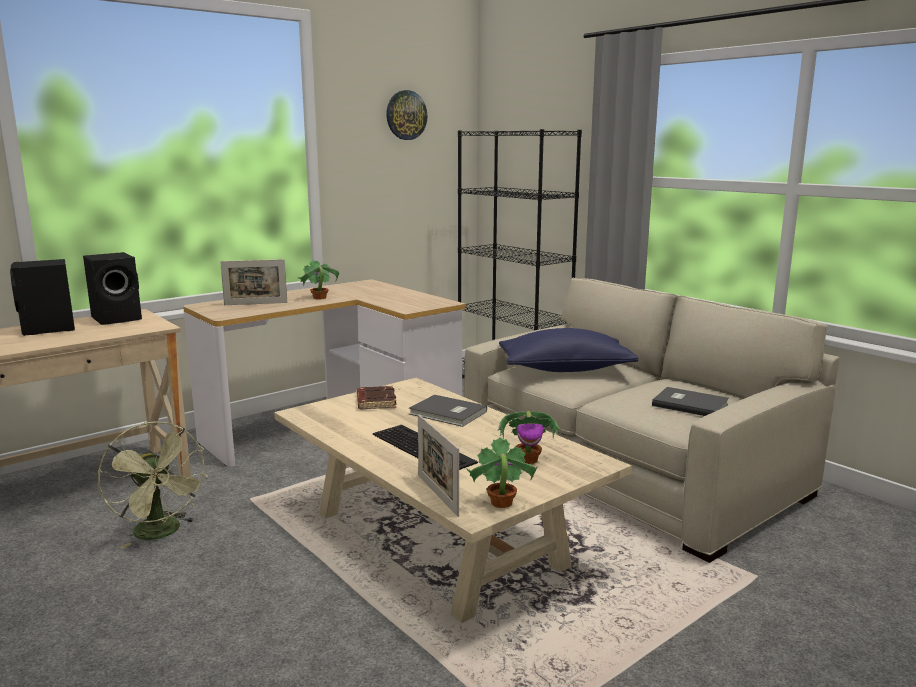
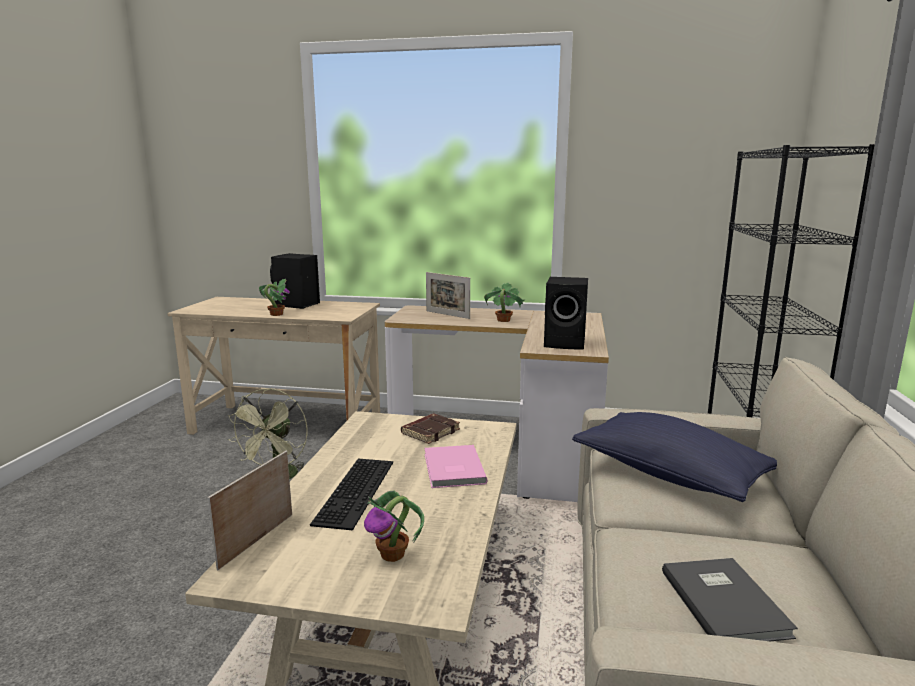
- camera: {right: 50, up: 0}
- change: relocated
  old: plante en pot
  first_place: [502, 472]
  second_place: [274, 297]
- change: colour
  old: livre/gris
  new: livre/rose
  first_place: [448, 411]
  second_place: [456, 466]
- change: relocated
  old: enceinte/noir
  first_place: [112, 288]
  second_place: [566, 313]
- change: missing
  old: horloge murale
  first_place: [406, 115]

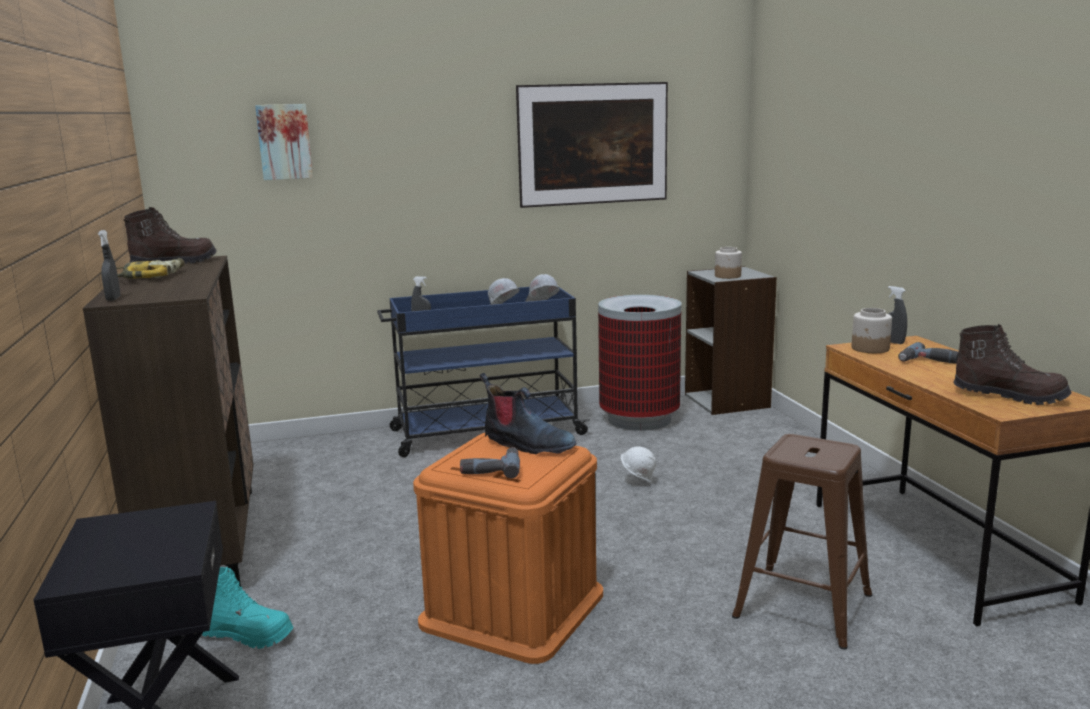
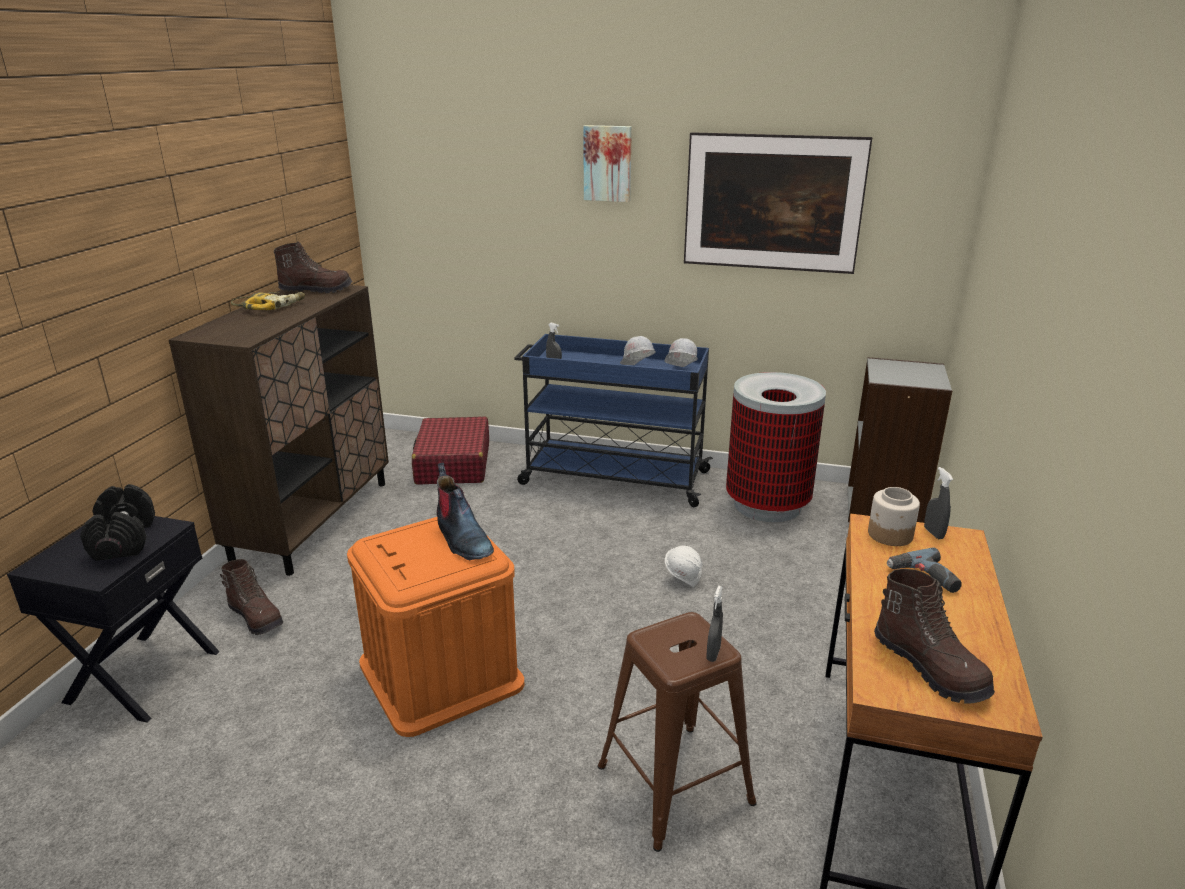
- camera: {right: 30, up: 10}
- change: appeared
  new: haltère/noir
  second_place: [117, 522]
- change: colour
  old: botte/turquoise
  new: botte/marron
  first_place: [247, 608]
  second_place: [251, 597]
- change: appeared
  new: valise/rouge
  second_place: [450, 450]
- change: relocated
  old: tableau
  first_place: [284, 142]
  second_place: [607, 163]
- change: relocated
  old: vaporisateur/gris
  first_place: [109, 265]
  second_place: [714, 624]
- change: missing
  old: perceuse
  first_place: [490, 462]
- change: missing
  old: bocal
  first_place: [728, 263]

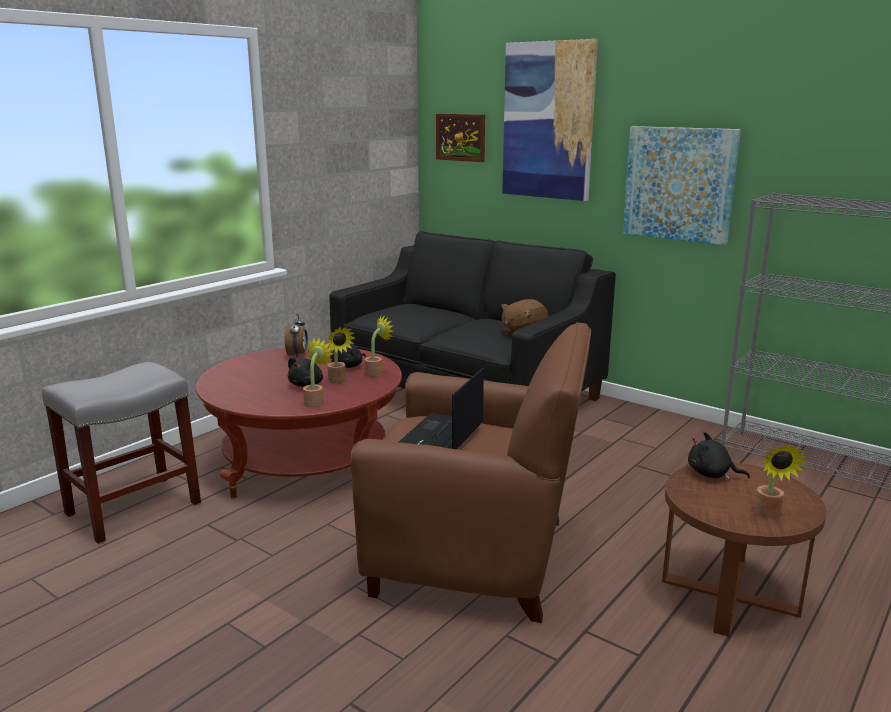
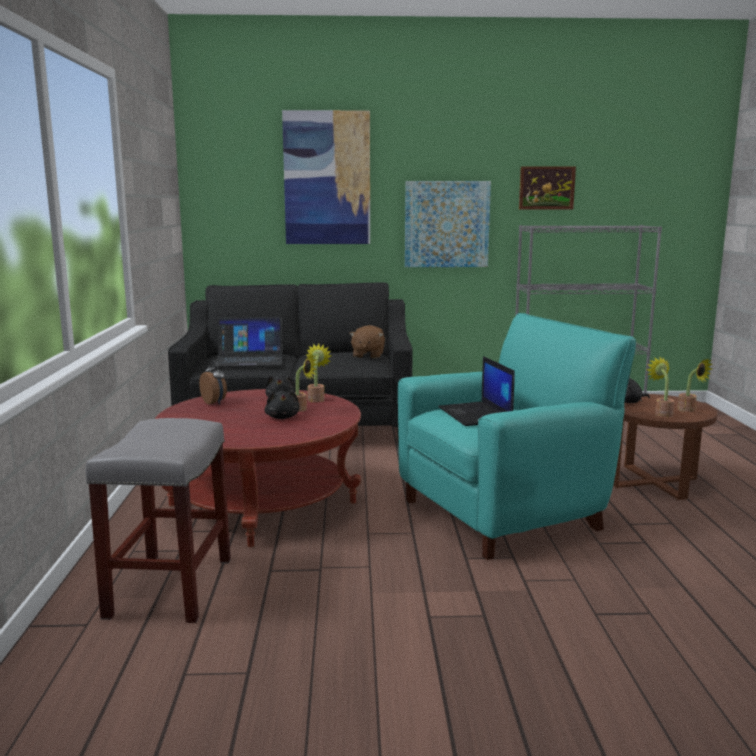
- camera: {right: -40, up: -5}
- change: appeared
  new: ordinateur portable
  second_place: [248, 342]
- change: colour
  old: fauteuil/marron
  new: fauteuil/turquoise
  first_place: [470, 472]
  second_place: [517, 436]
- change: relocated
  old: tableau
  first_place: [460, 138]
  second_place: [547, 188]
- change: relocated
  old: plante en pot
  first_place: [318, 373]
  second_place: [660, 386]

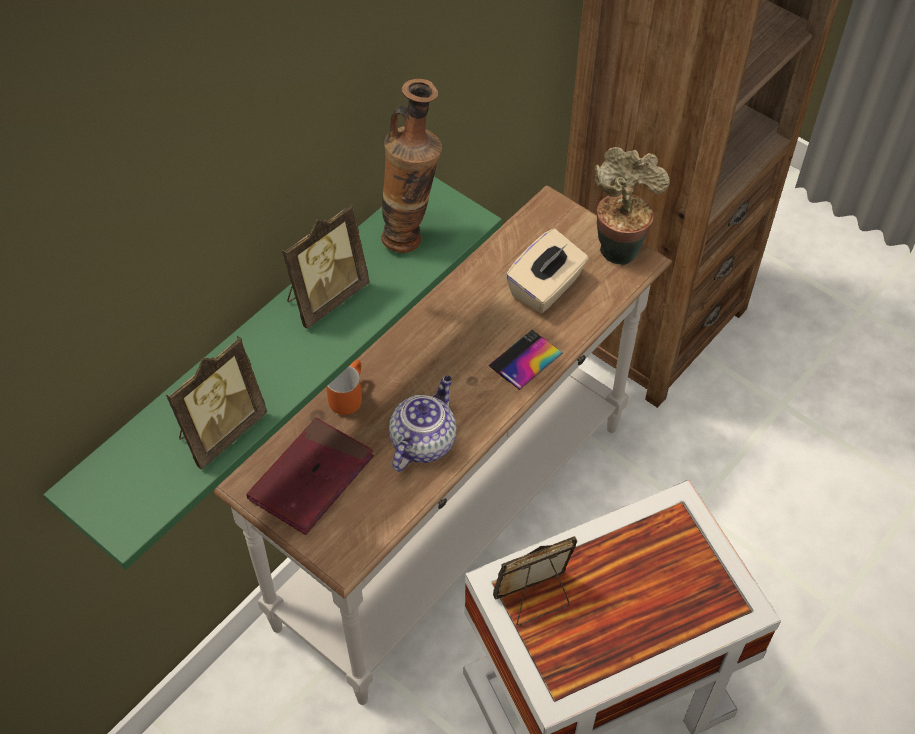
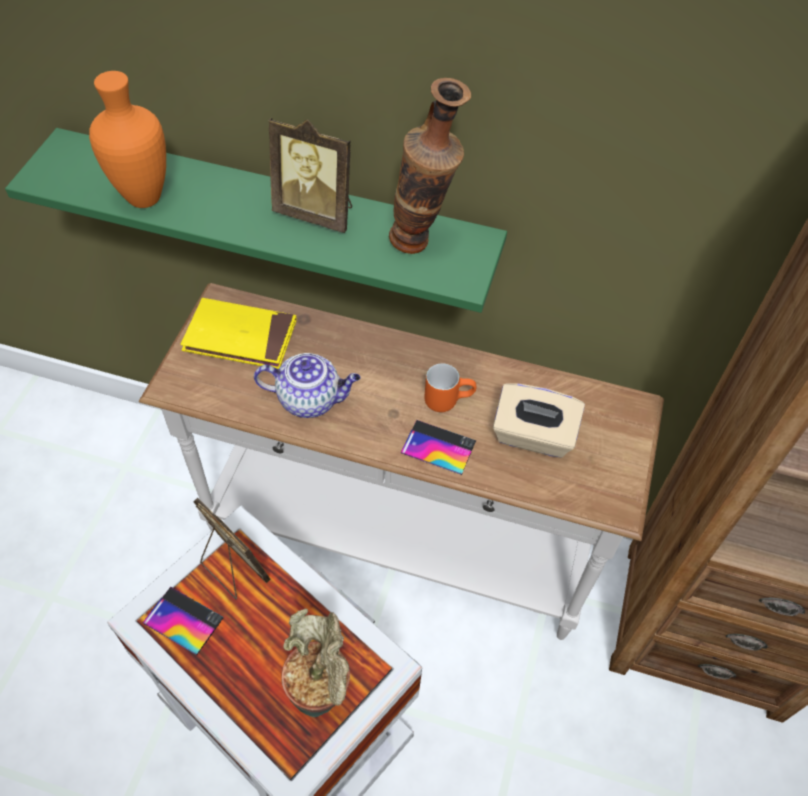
- camera: {right: 65, up: 0}
- change: exchanged
  old: cadre photo
  new: vase/orange
  first_place: [216, 403]
  second_place: [127, 139]
- change: appeared
  new: téléphone
  second_place: [183, 621]
- change: colour
  old: livre/rouge
  new: livre/jaune
  first_place: [310, 476]
  second_place: [239, 333]
- change: relocated
  old: plante en pot
  first_place: [632, 206]
  second_place: [315, 662]
- change: relocated
  old: mug/orange
  first_place: [344, 387]
  second_place: [450, 387]

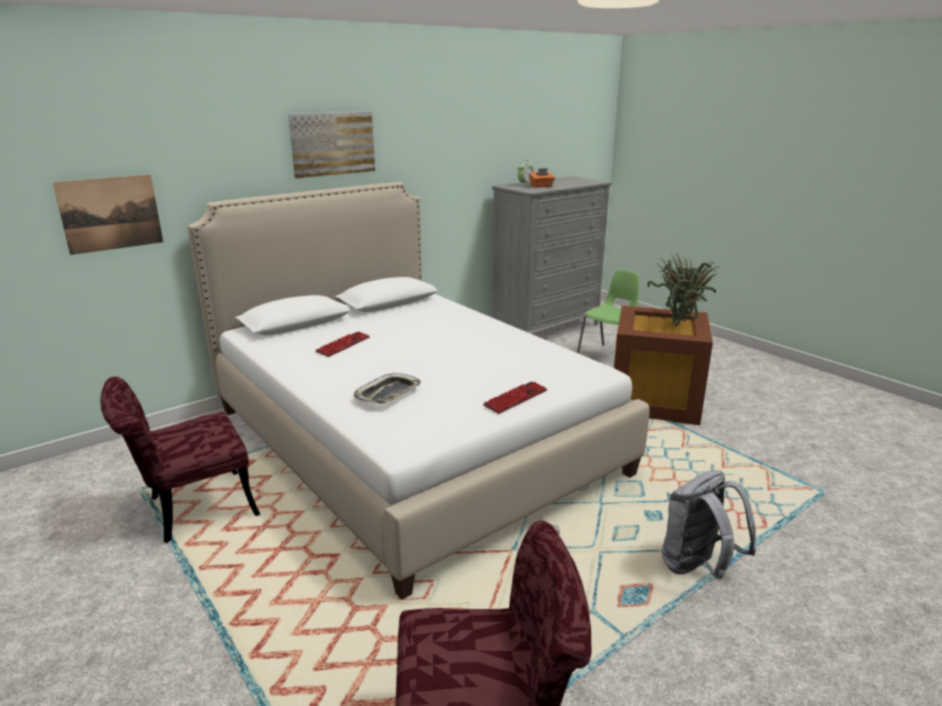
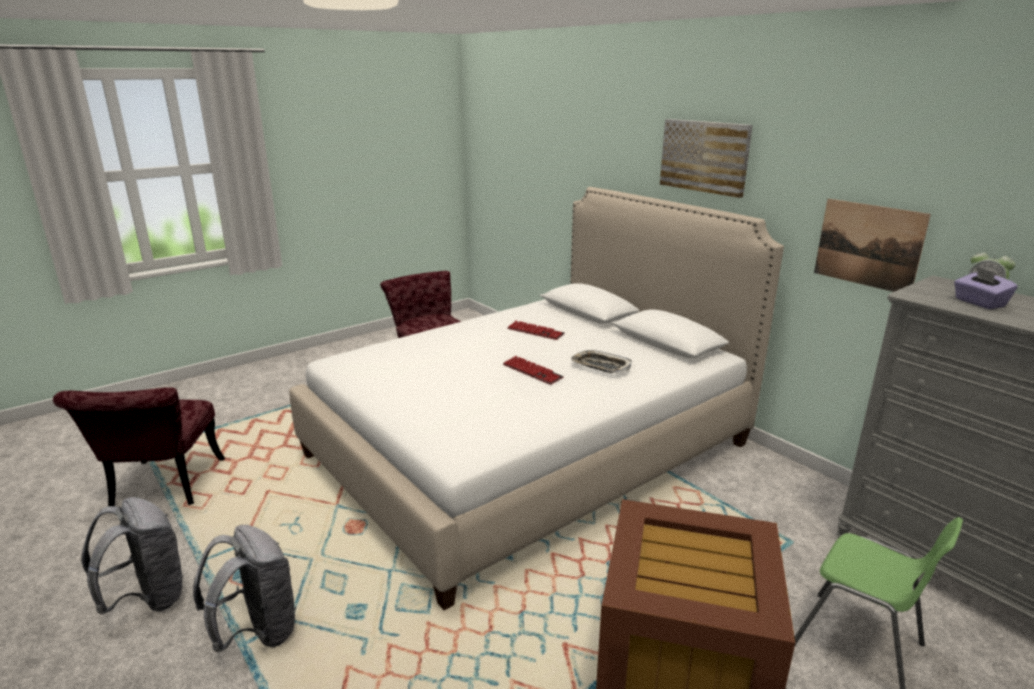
- camera: {right: 90, up: 0}
- change: appeared
  new: sac à dos/gris
  second_place: [132, 556]
- change: relocated
  old: clavier
  first_place: [515, 398]
  second_place: [533, 370]
- change: relocated
  old: plateau
  first_place: [387, 388]
  second_place: [601, 361]
- change: relocated
  old: tableau
  first_place: [108, 214]
  second_place: [872, 245]
- change: colour
  old: boîte à mouchoirs/orange
  new: boîte à mouchoirs/violet
  first_place: [542, 178]
  second_place: [986, 288]
- change: missing
  old: plante en pot
  first_place: [683, 289]

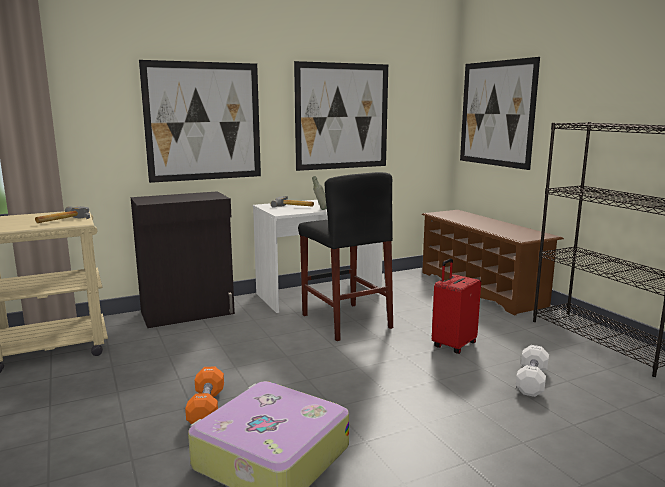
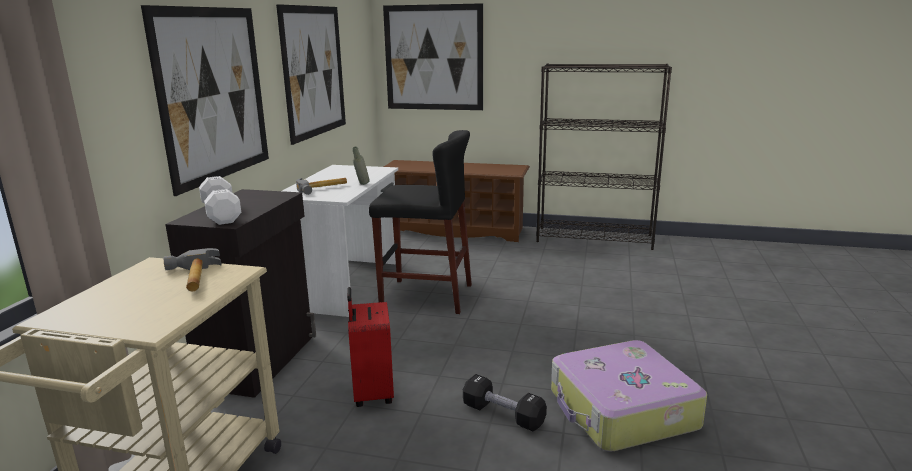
- camera: {right: -50, up: 5}
- change: relocated
  old: haltère/blanc
  first_place: [532, 371]
  second_place: [220, 200]
- change: relocated
  old: valise/rouge
  first_place: [456, 306]
  second_place: [370, 347]
- change: colour
  old: haltère/orange
  new: haltère/noir
  first_place: [204, 395]
  second_place: [505, 403]

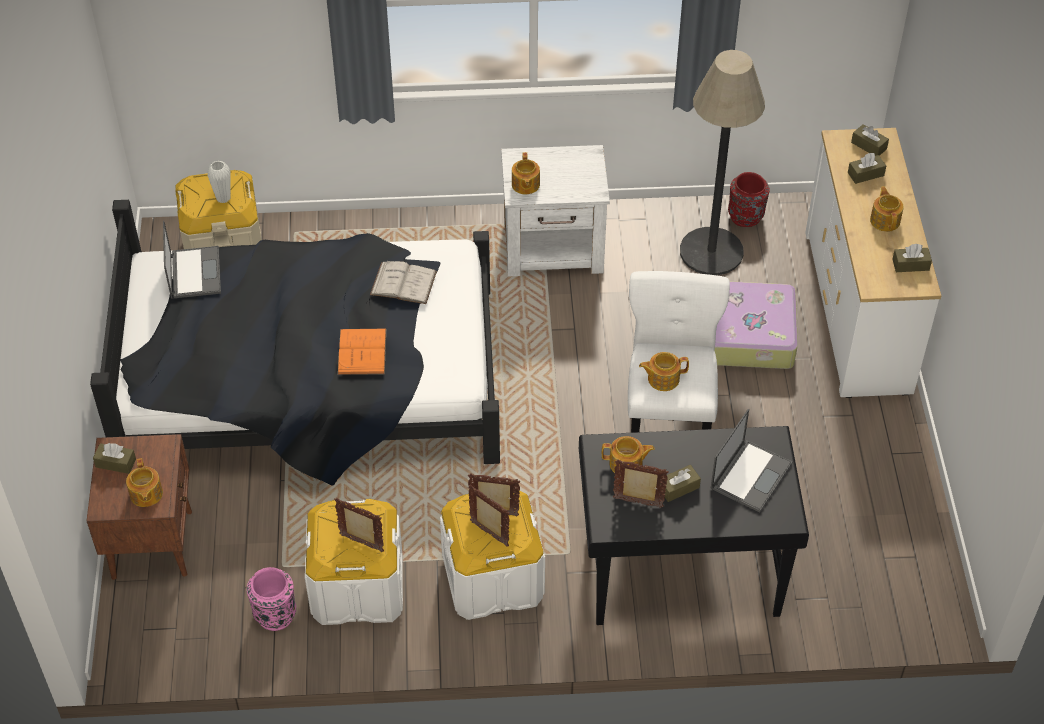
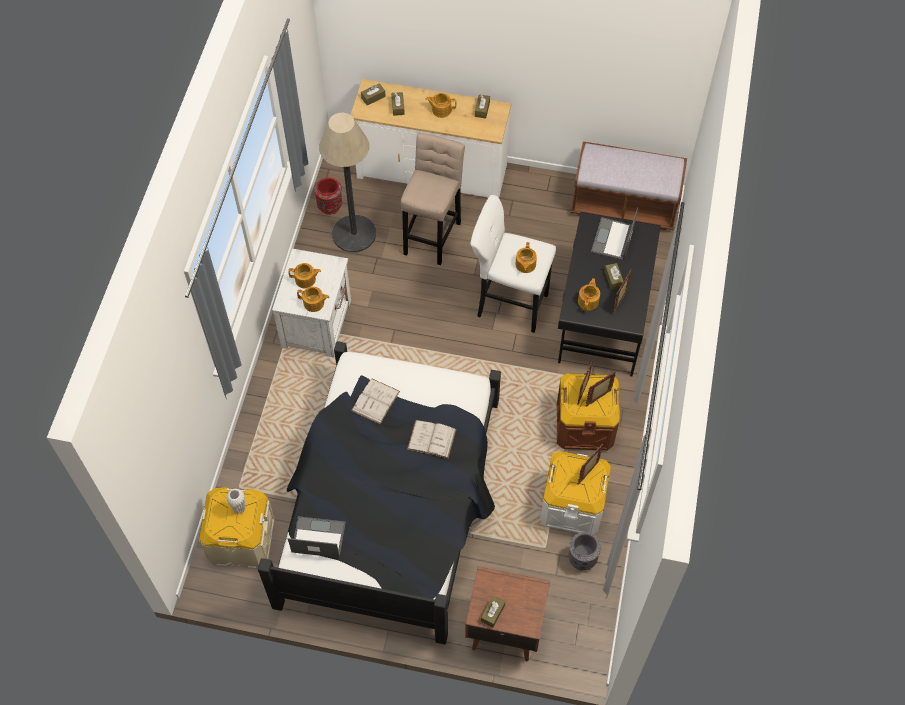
- camera: {right: -75, up: 10}
- change: relocated
  old: théière
  first_place: [144, 482]
  second_place: [304, 275]
- change: exchanged
  old: valise
  new: tabouret/beige
  first_place: [756, 325]
  second_place: [433, 199]
- change: colour
  old: livre/orange
  new: livre/blanc
  first_place: [362, 351]
  second_place: [431, 439]
- change: colour
  old: boîte de rangement/blanc
  new: boîte de rangement/marron
  first_place: [492, 555]
  second_place: [588, 411]
- change: colour
  old: vase/rose
  new: vase/gris
  first_place: [271, 599]
  second_place: [585, 551]
- change: appeared
  new: banc/marron
  second_place: [629, 185]
- change: spun
  old: ordinateur portable
  first_place: [751, 460]
  second_place: [614, 234]
  degrees: -120

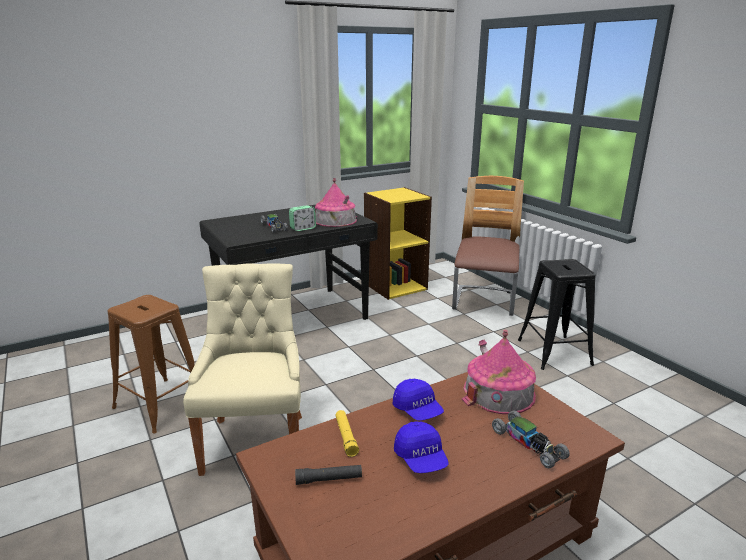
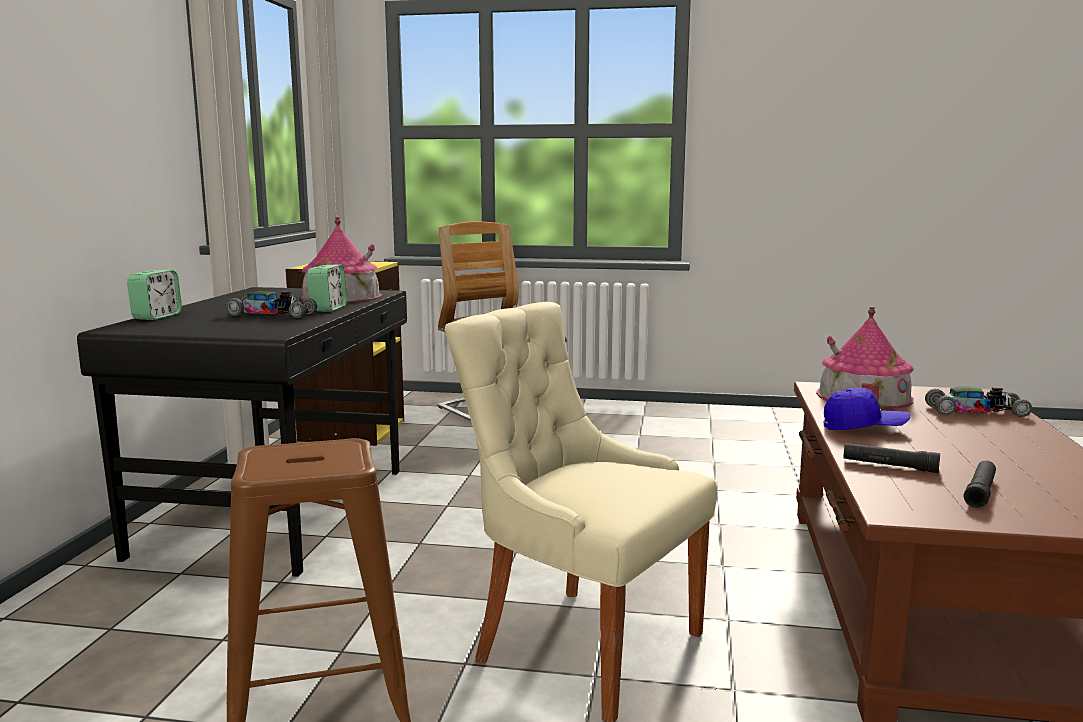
- camera: {right: -50, up: -10}
- change: appeared
  new: réveil
  second_place: [154, 295]
- change: colour
  old: lampe de poche/jaune
  new: lampe de poche/noir
  first_place: [347, 433]
  second_place: [892, 458]
- change: missing
  old: casquette/bleu
  first_place: [421, 447]
- change: missing
  old: tabouret/noir
  first_place: [557, 314]

